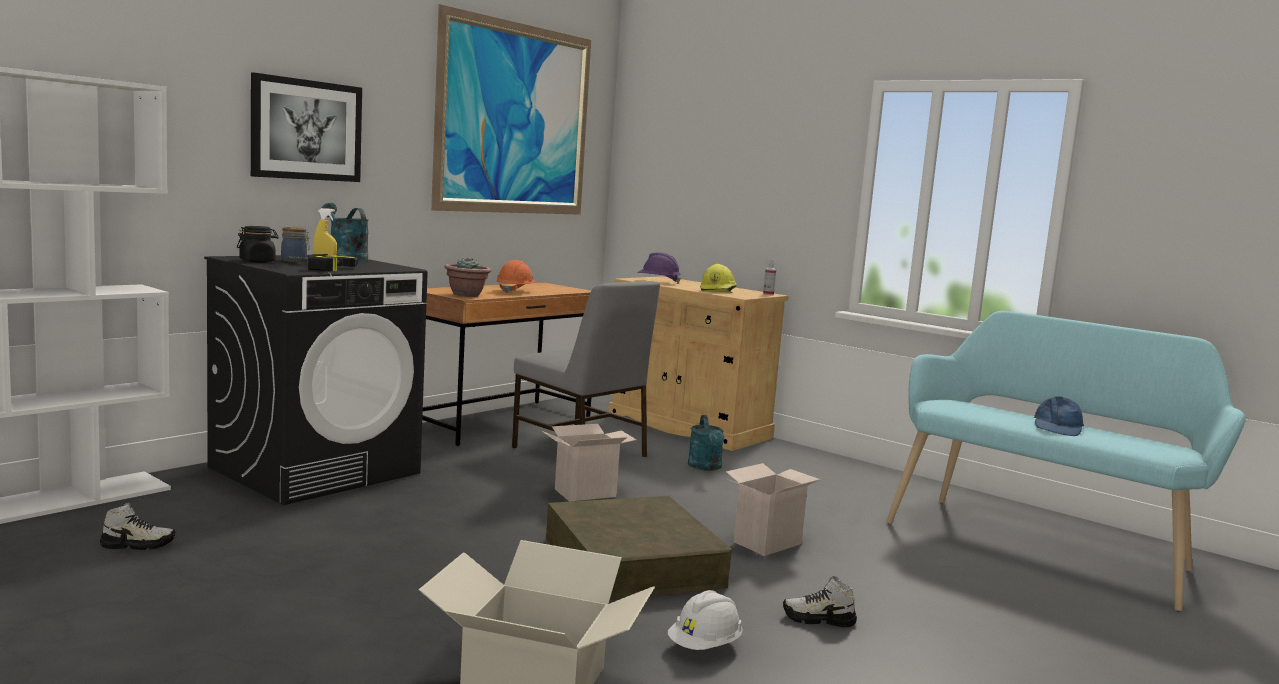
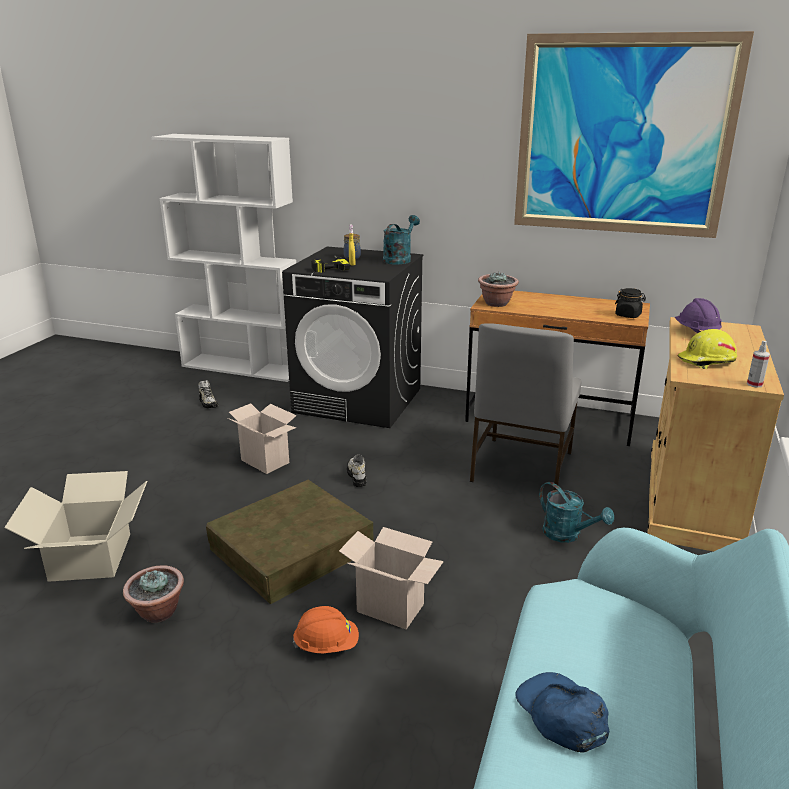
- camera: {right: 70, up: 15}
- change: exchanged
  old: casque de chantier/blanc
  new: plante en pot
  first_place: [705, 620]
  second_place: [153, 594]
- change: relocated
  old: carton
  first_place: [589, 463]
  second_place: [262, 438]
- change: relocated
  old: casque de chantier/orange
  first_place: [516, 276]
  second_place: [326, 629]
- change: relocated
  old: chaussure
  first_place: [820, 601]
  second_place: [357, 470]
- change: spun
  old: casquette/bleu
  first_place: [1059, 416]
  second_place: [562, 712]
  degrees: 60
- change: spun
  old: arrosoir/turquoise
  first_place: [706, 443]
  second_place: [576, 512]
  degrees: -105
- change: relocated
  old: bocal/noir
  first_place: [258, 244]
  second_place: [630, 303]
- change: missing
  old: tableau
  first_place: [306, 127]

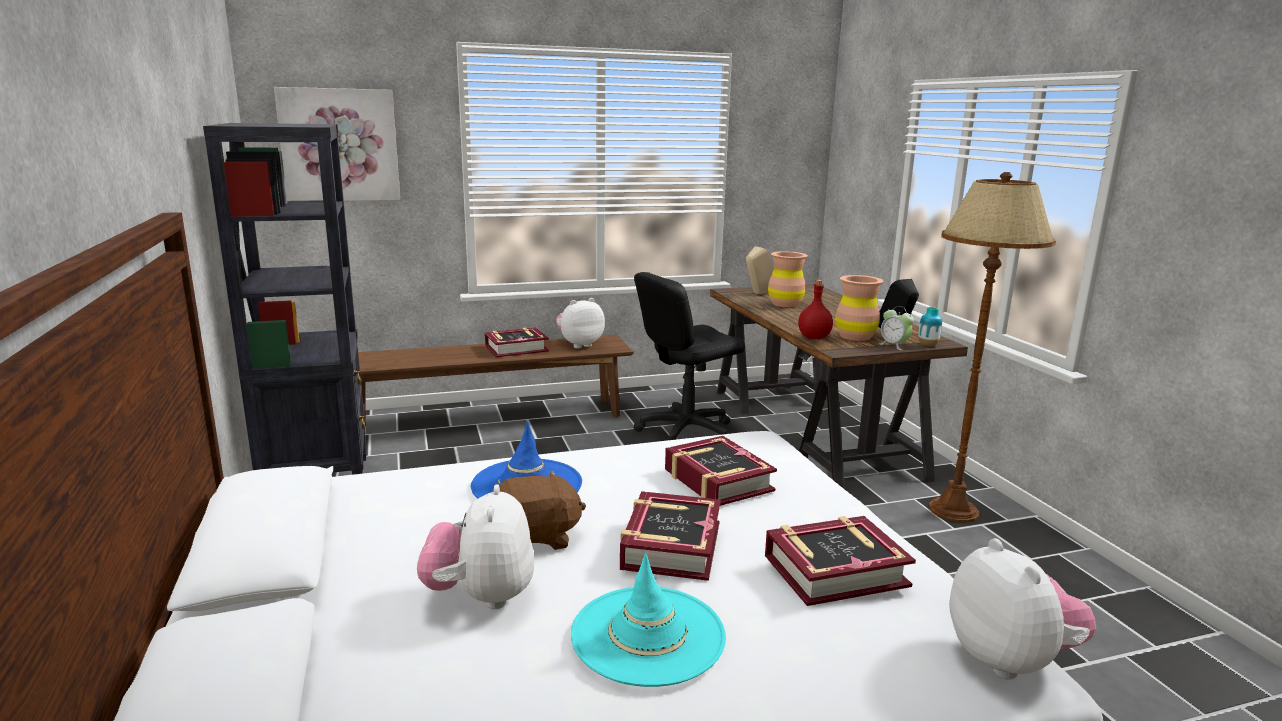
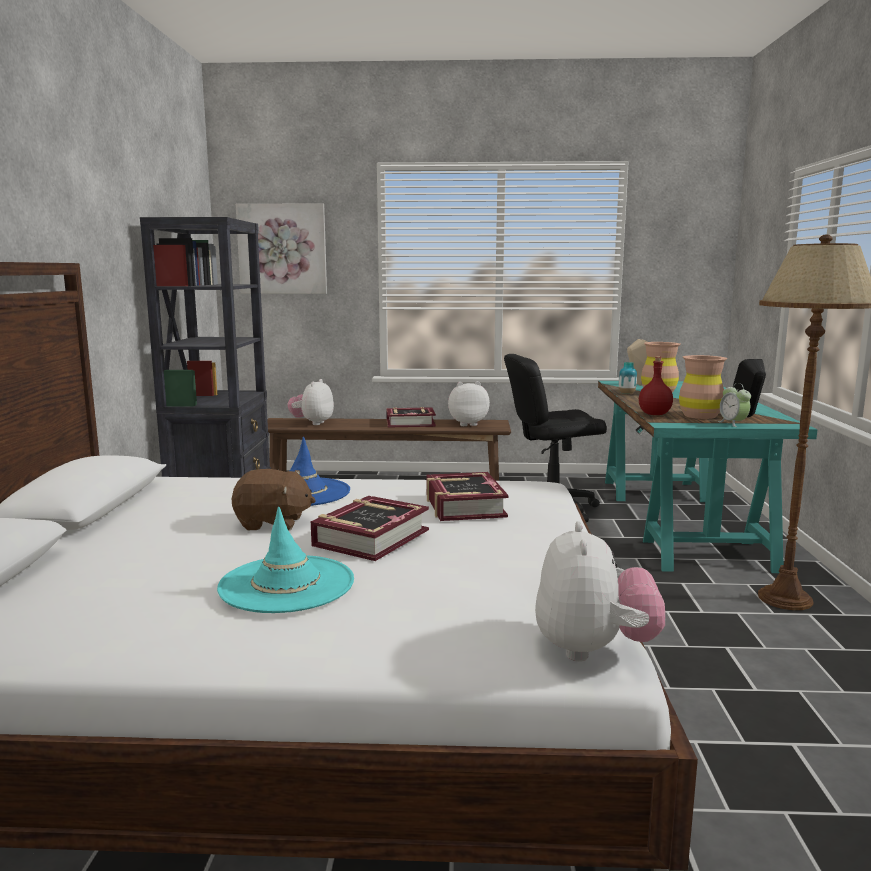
- camera: {right: 20, up: -5}
- change: relocated
  old: peluche
  first_place: [475, 546]
  second_place: [311, 402]
- change: colour
  old: bureau/marron
  new: bureau/turquoise
  first_place: [839, 386]
  second_place: [708, 477]
- change: relocated
  old: vase
  first_place: [930, 326]
  second_place: [628, 378]
- change: missing
  old: livre
  first_place: [840, 561]

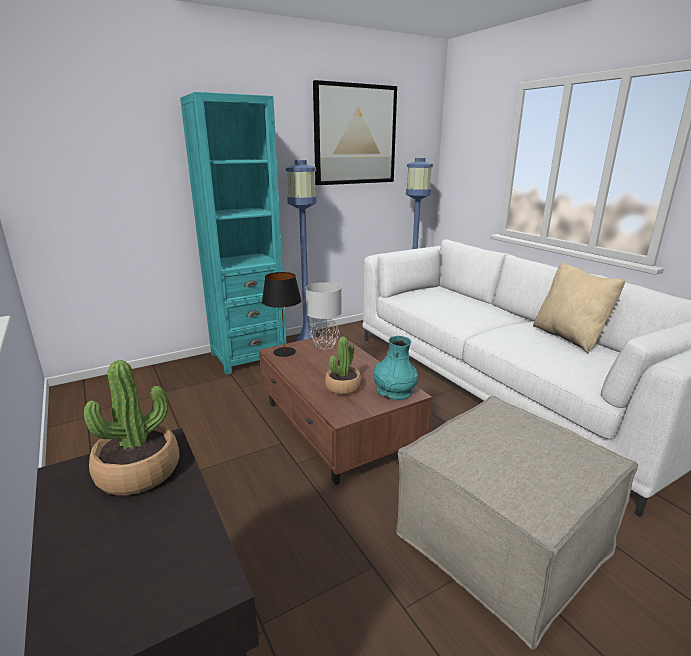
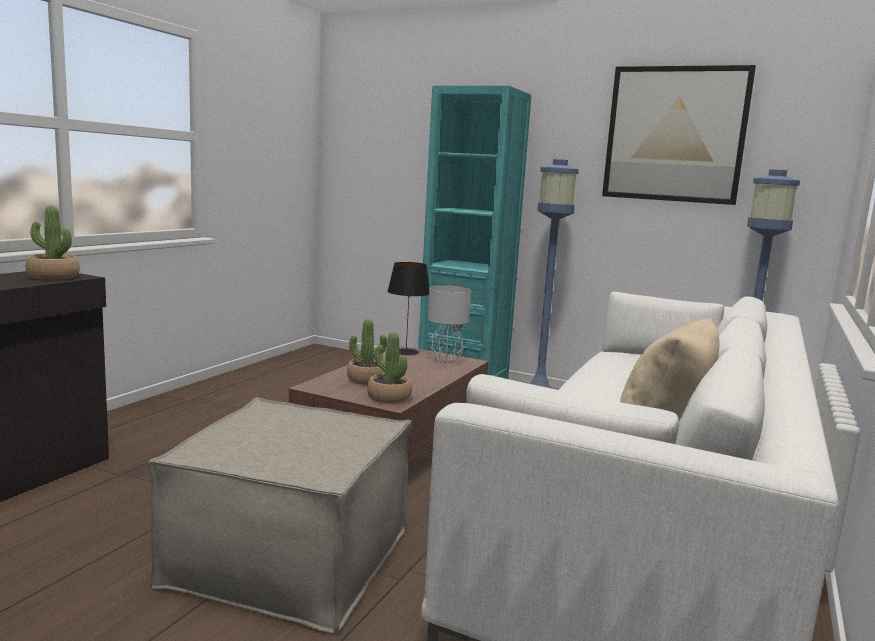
- camera: {right: 55, up: -10}
- change: exchanged
  old: vase/turquoise
  new: plante en pot
  first_place: [395, 368]
  second_place: [389, 367]

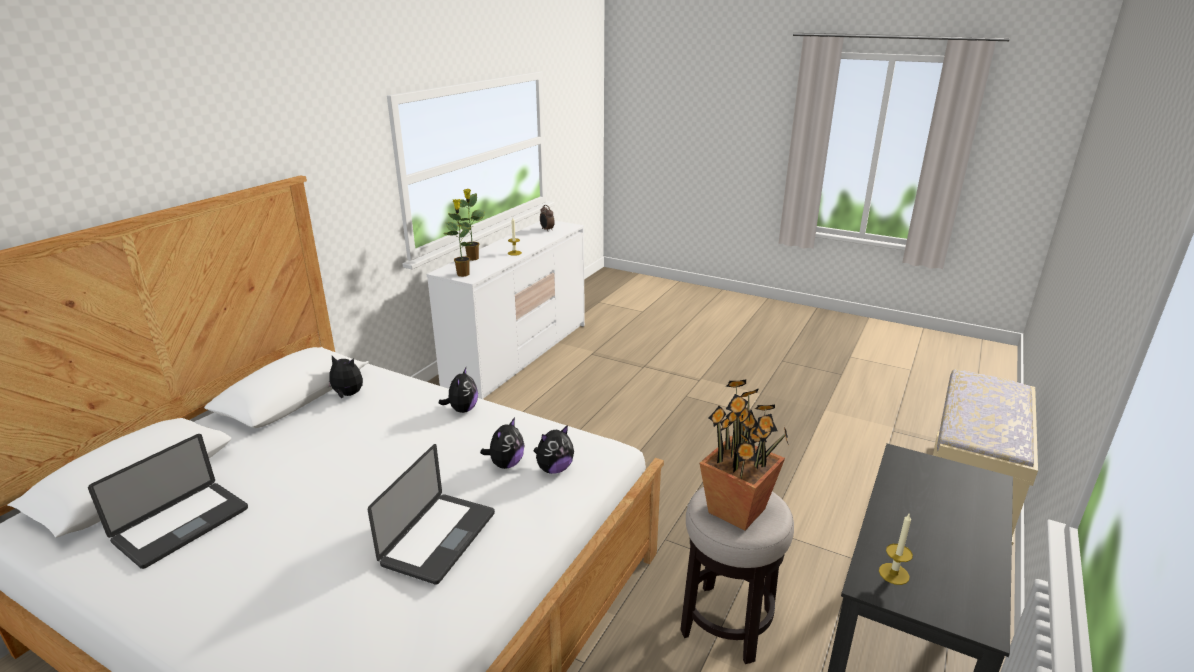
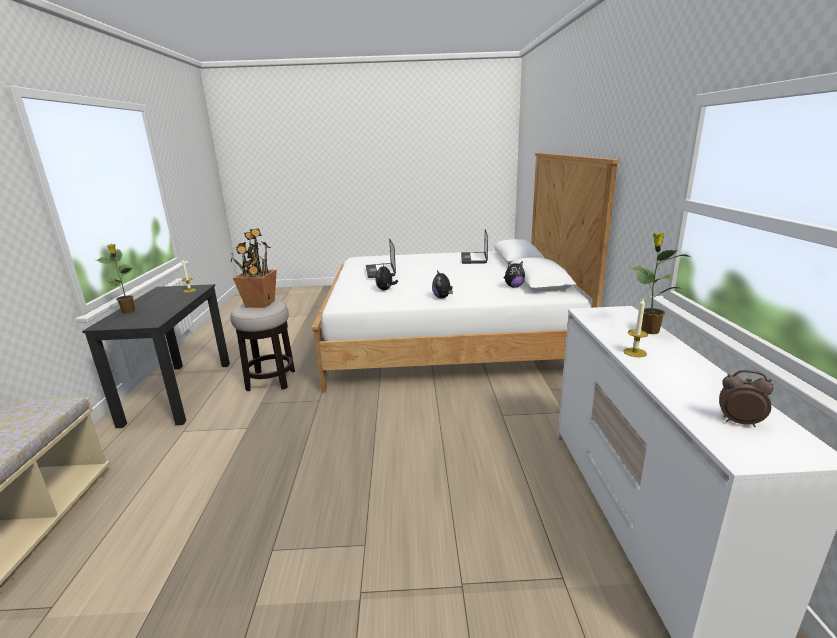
- camera: {right: 150, up: -5}
- change: relocated
  old: plante en pot
  first_place: [458, 238]
  second_place: [115, 279]
- change: missing
  old: peluche
  first_place: [554, 449]

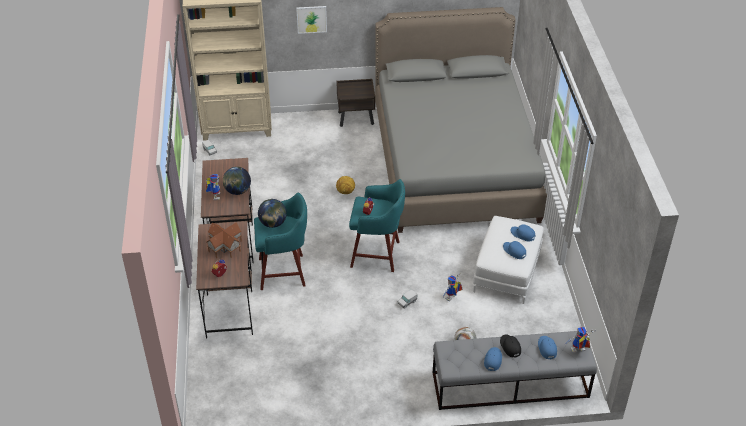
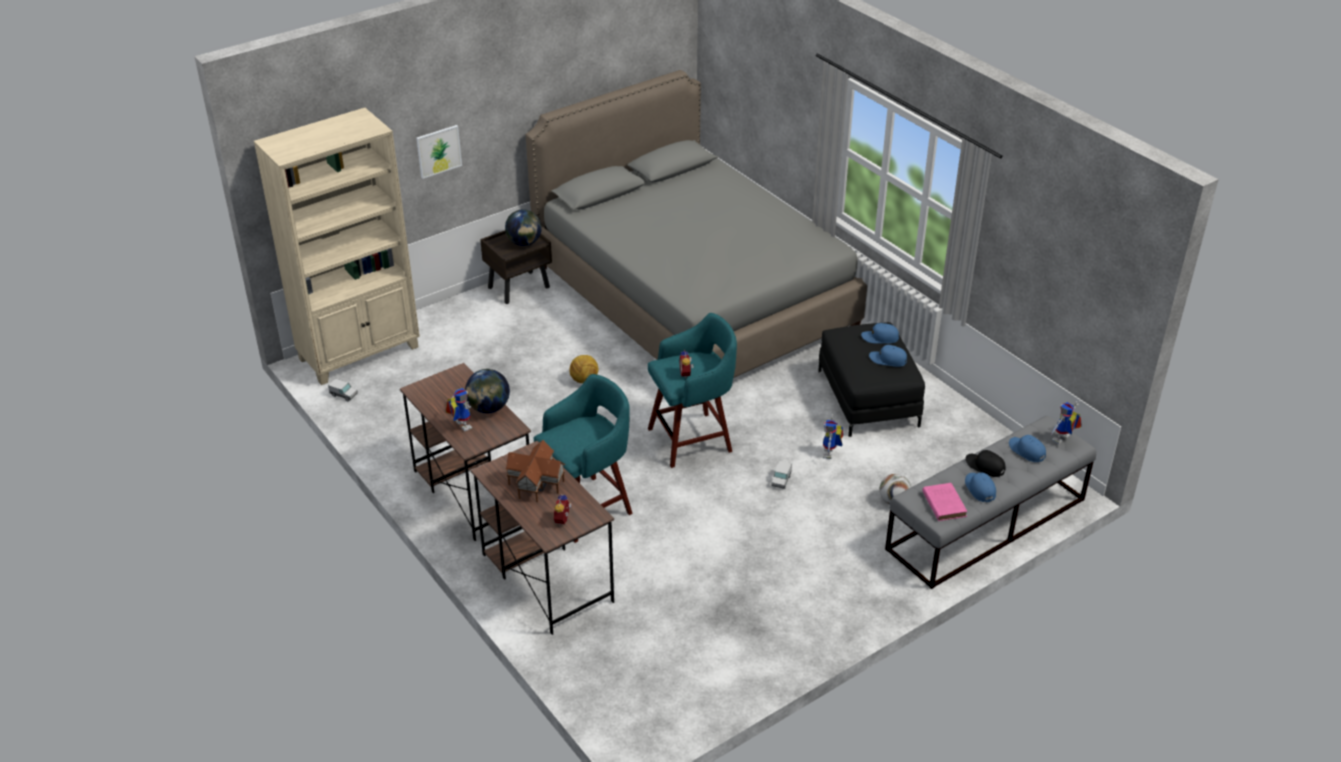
- camera: {right: -30, up: -5}
- change: relocated
  old: globe
  first_place: [272, 213]
  second_place: [523, 227]
- change: colour
  old: pouf/blanc
  new: pouf/noir
  first_place: [508, 260]
  second_place: [871, 379]
- change: appeared
  new: livre/rose
  second_place: [945, 502]

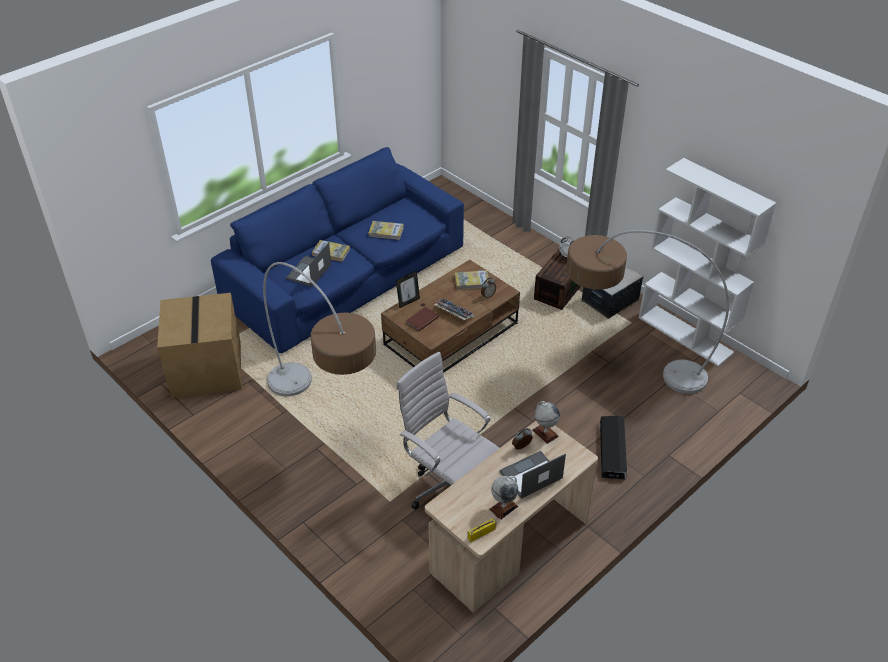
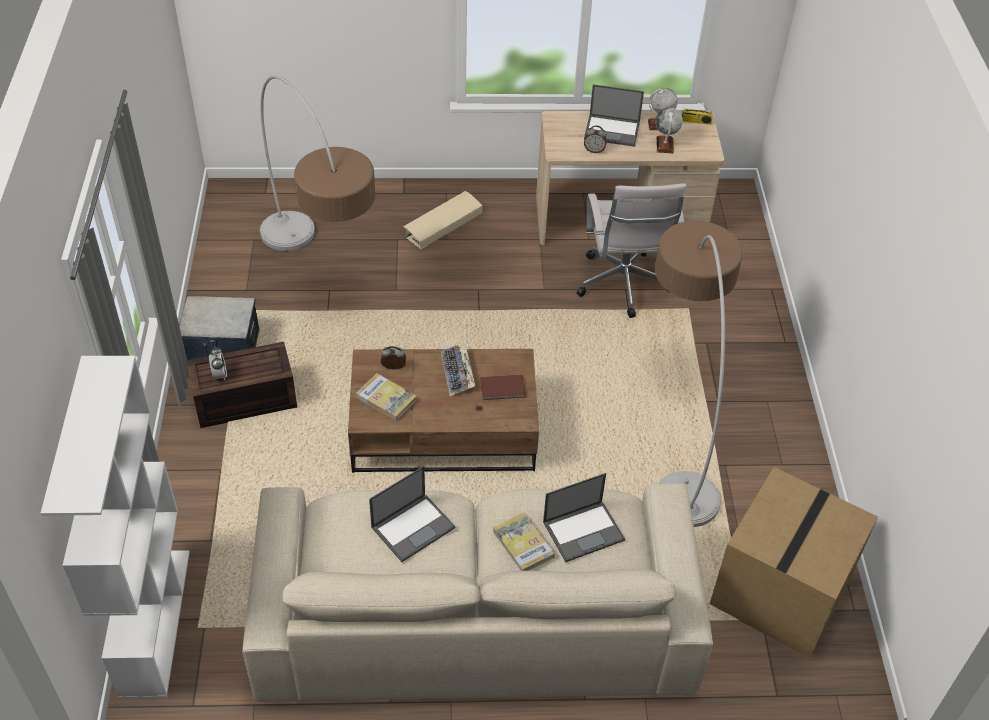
- camera: {right: -140, up: 5}
- change: relocated
  old: bibliothèque/blanc
  first_place: [707, 262]
  second_place: [115, 527]
- change: colour
  old: canapé/bleu
  new: canapé/beige
  first_place: [337, 250]
  second_place: [478, 593]
- change: exchanged
  old: livre
  new: ordinateur portable
  first_place: [386, 230]
  second_place: [412, 514]
- change: colour
  old: boîte de rangement/noir
  new: boîte de rangement/beige
  first_place: [613, 448]
  second_place: [443, 220]
- change: relocated
  old: globe
  first_place: [546, 422]
  second_place: [669, 130]
- change: missing
  old: cadre photo
  first_place: [408, 289]

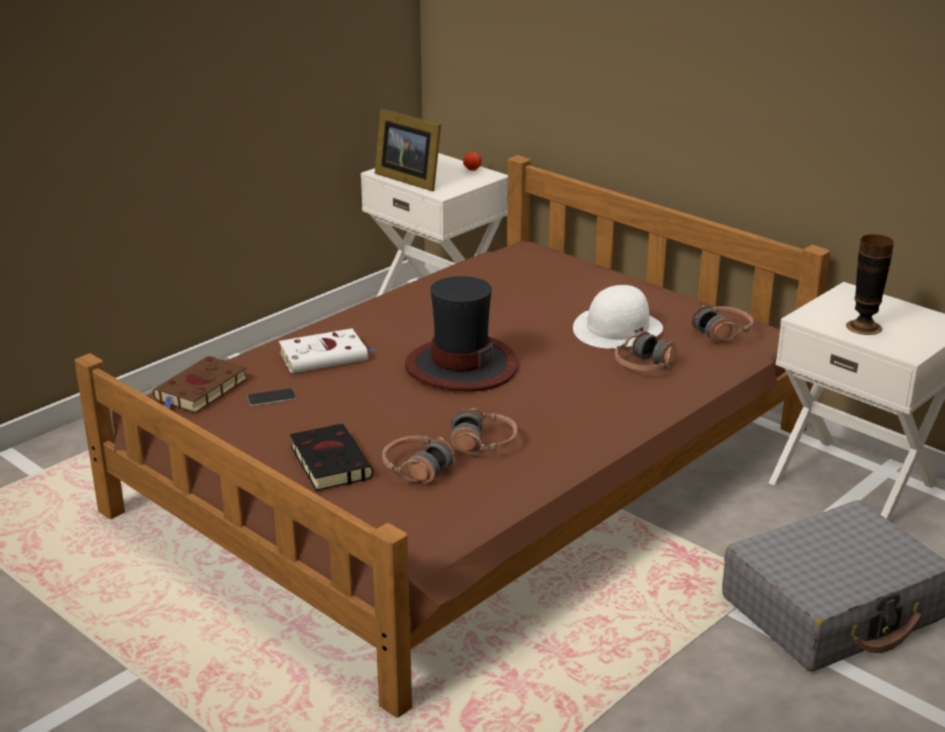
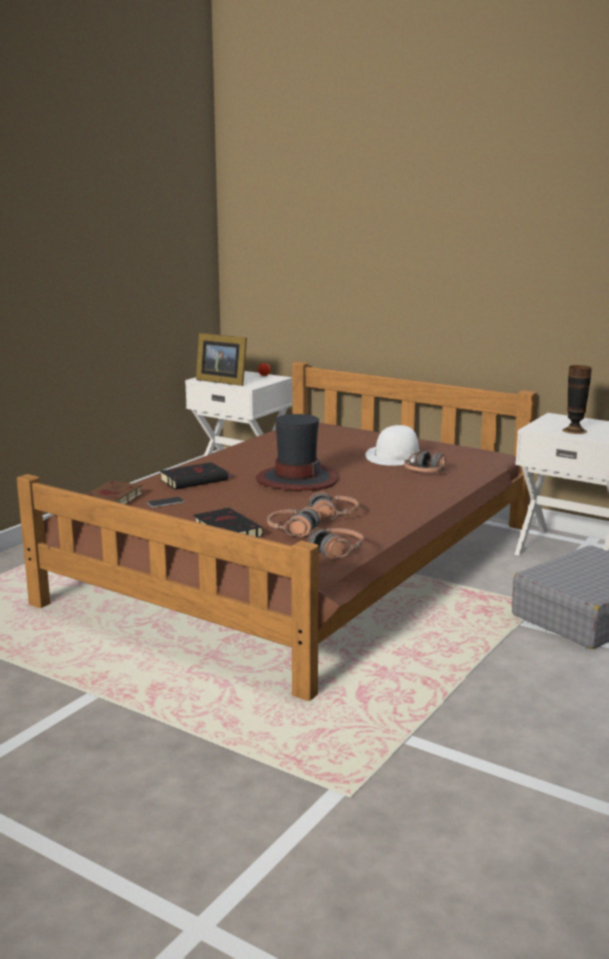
- camera: {right: -10, up: -10}
- change: colour
  old: livre/blanc
  new: livre/noir
  first_place: [327, 350]
  second_place: [195, 476]
- change: relocated
  old: casque audio
  first_place: [722, 323]
  second_place: [335, 543]

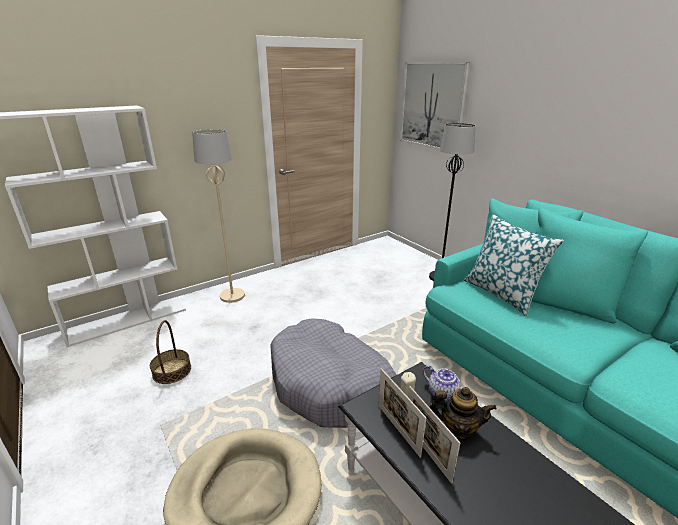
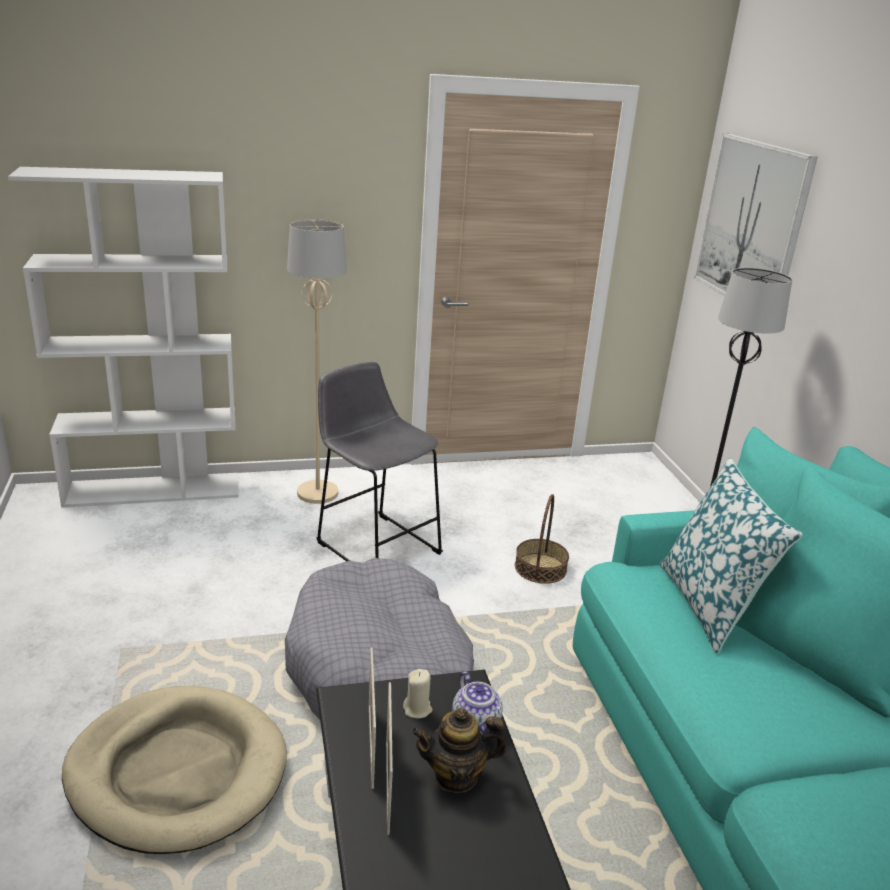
- camera: {right: 20, up: 0}
- change: appeared
  new: tabouret/gris
  second_place: [379, 461]
- change: spun
  old: théière
  first_place: [463, 414]
  second_place: [459, 750]
  degrees: 135
- change: relocated
  old: panier
  first_place: [170, 352]
  second_place: [542, 539]

